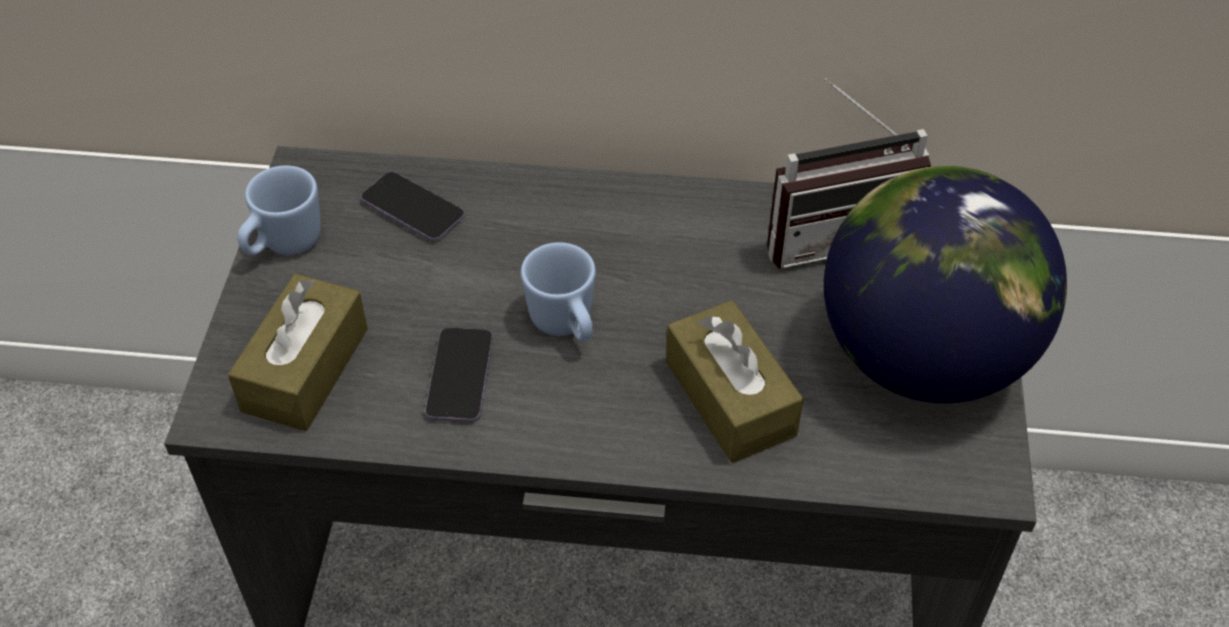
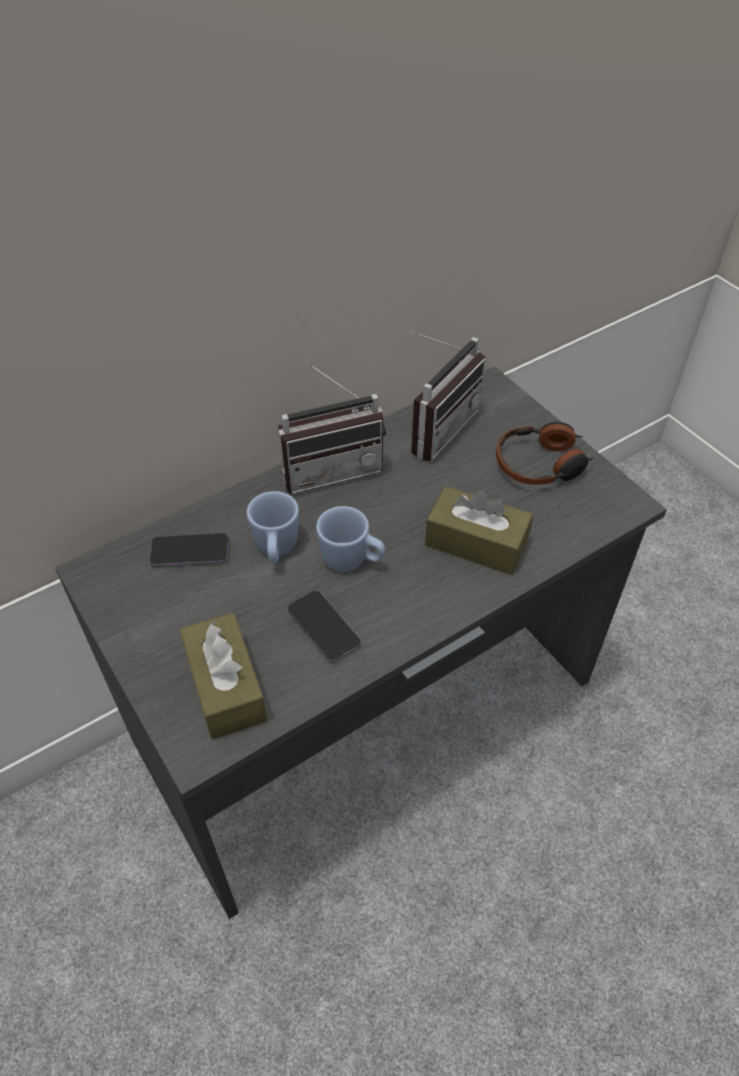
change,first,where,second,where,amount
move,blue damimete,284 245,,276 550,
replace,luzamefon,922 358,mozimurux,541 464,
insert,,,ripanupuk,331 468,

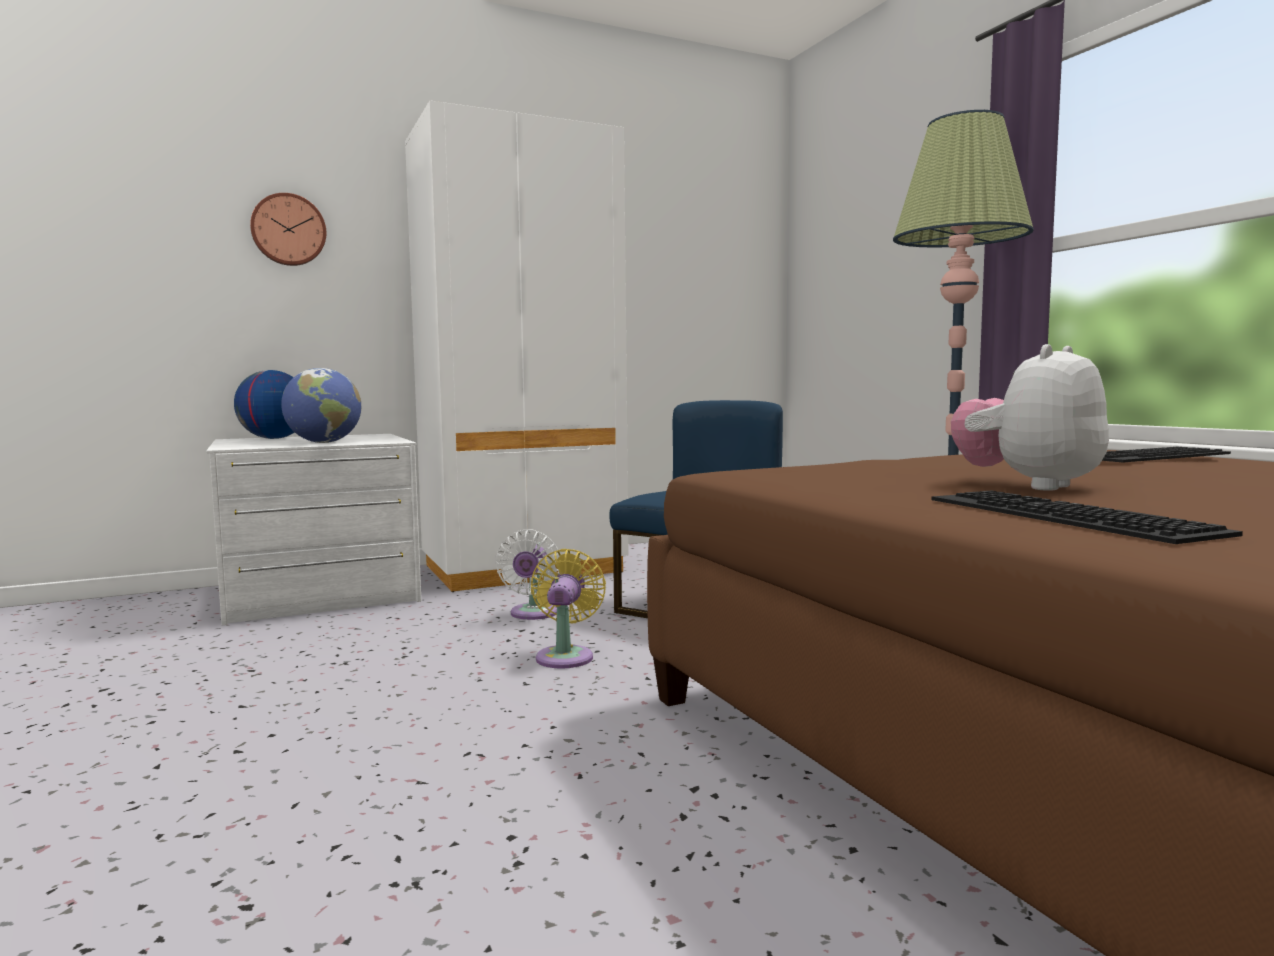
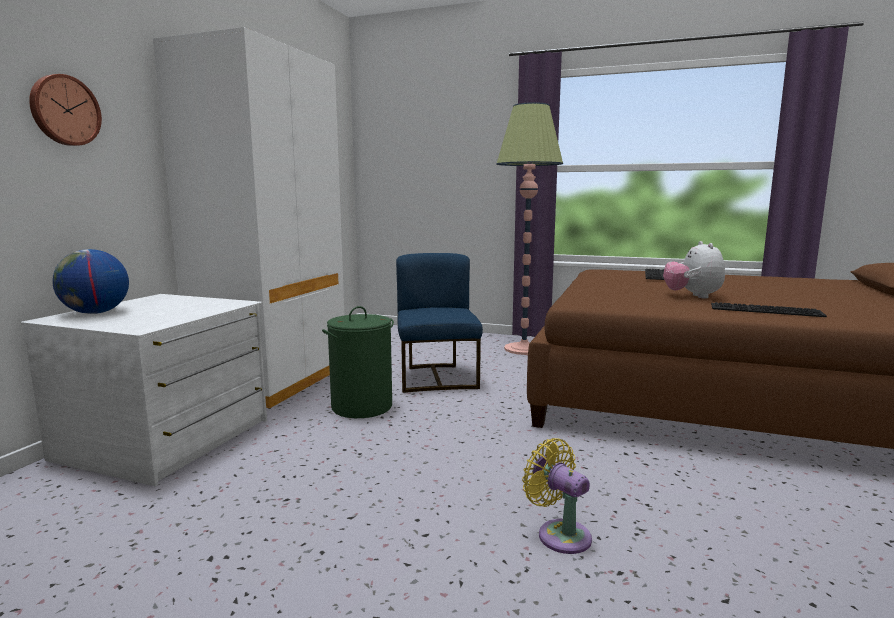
change,first,where,second,where,amount
delete,luzamefon,324 442,,,
replace,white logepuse,533 614,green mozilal,362 406,
move,yellow logepuse,566 656,,560 534,

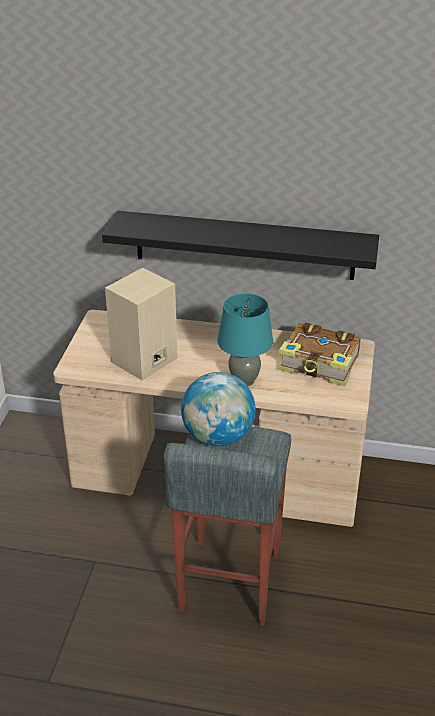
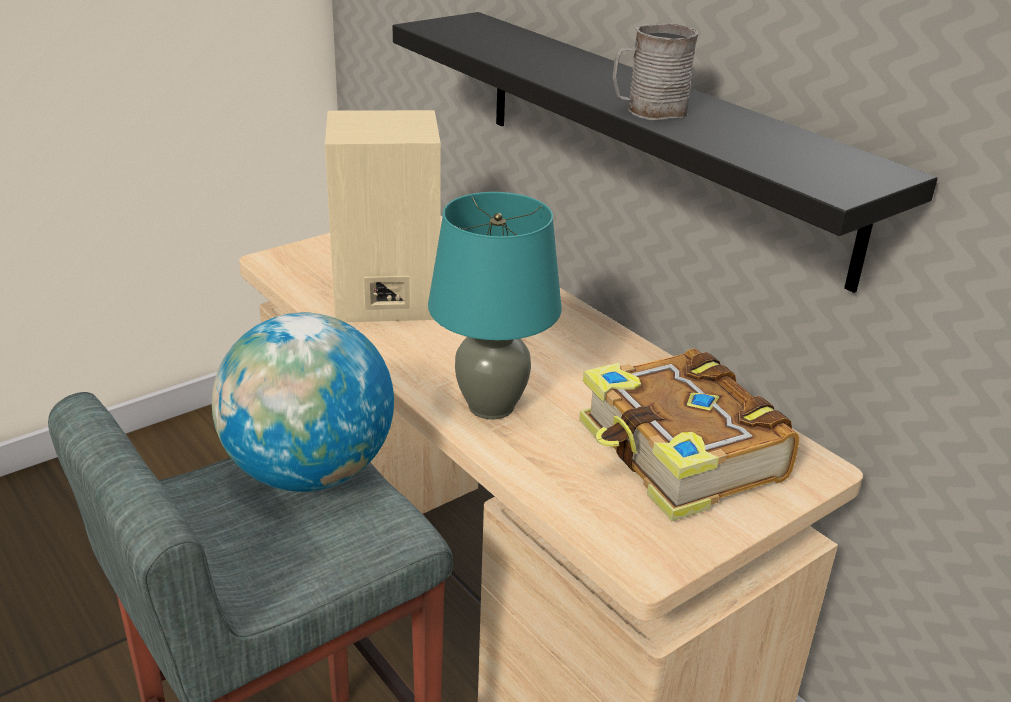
change,first,where,second,where,amount
insert,,,grey damimete,648 111,

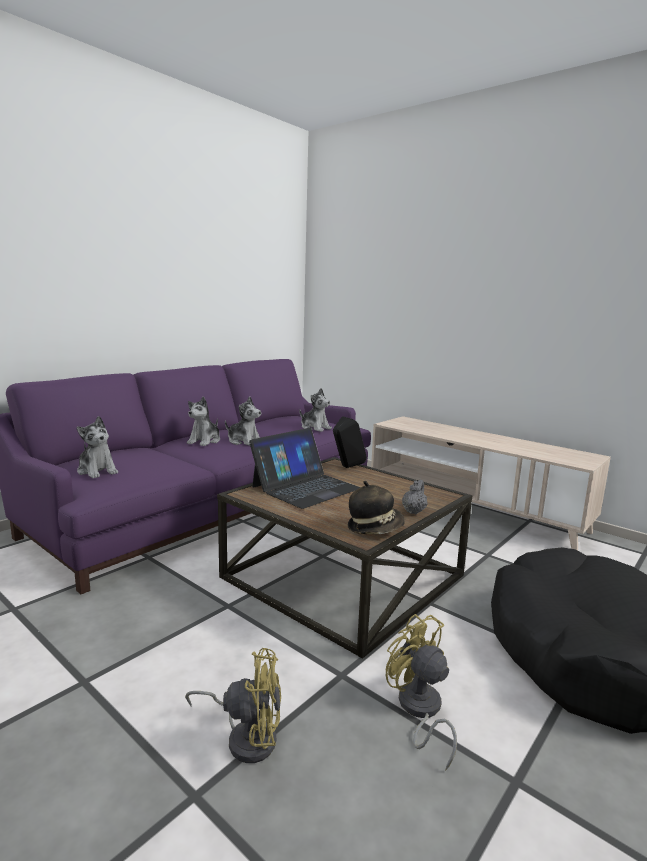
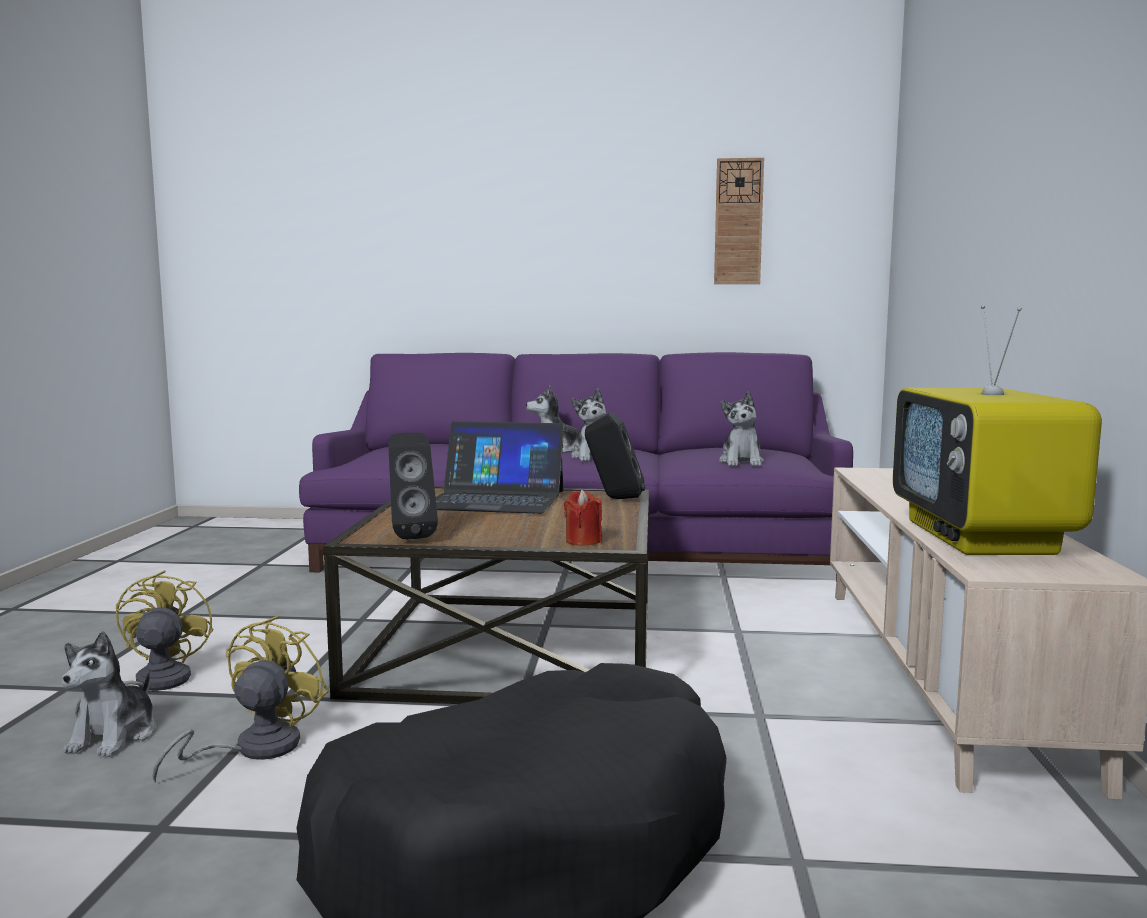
change,first,where,second,where,amount
move,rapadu,97 471,,115 736,
delete,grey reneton,414 511,,,
replace,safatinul,375 528,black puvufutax,411 536,
rotate,yellow logepuse,246 737,,151 684,150 degrees counterclockwise
insert,,,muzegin,738 222,
insert,,,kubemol,982 538,
insert,,,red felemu,583 541,

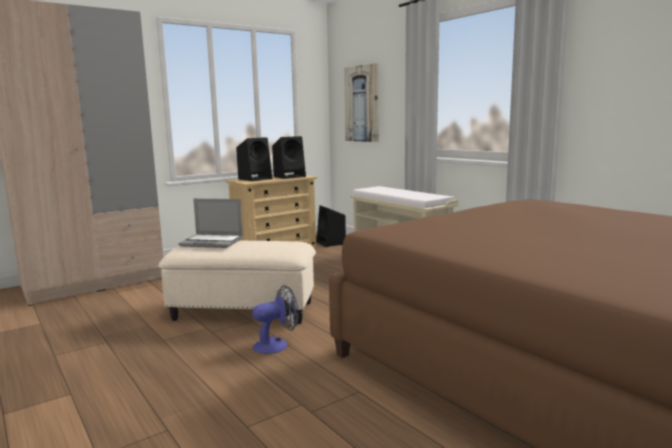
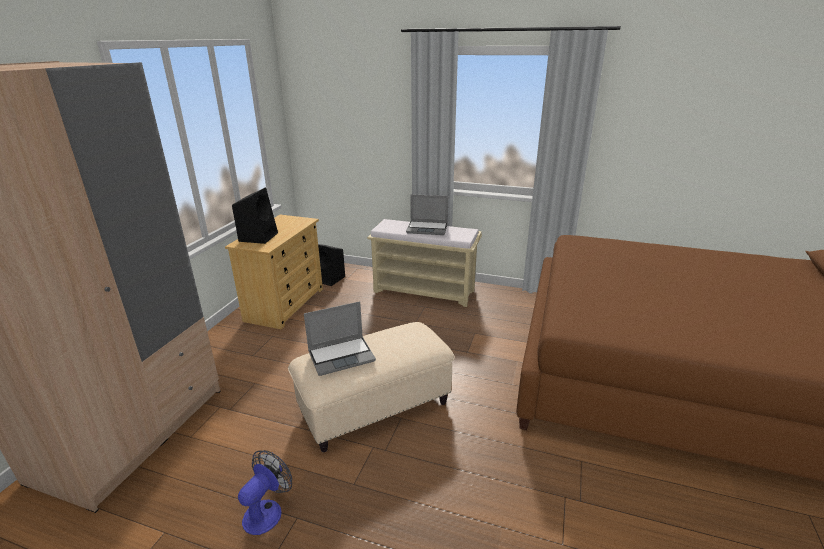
change,first,where,second,where,amount
delete,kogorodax,362 104,,,
delete,black puvufutax,290 176,,,
move,logepuse,276 344,,267 510,
insert,,,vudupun,427 229,

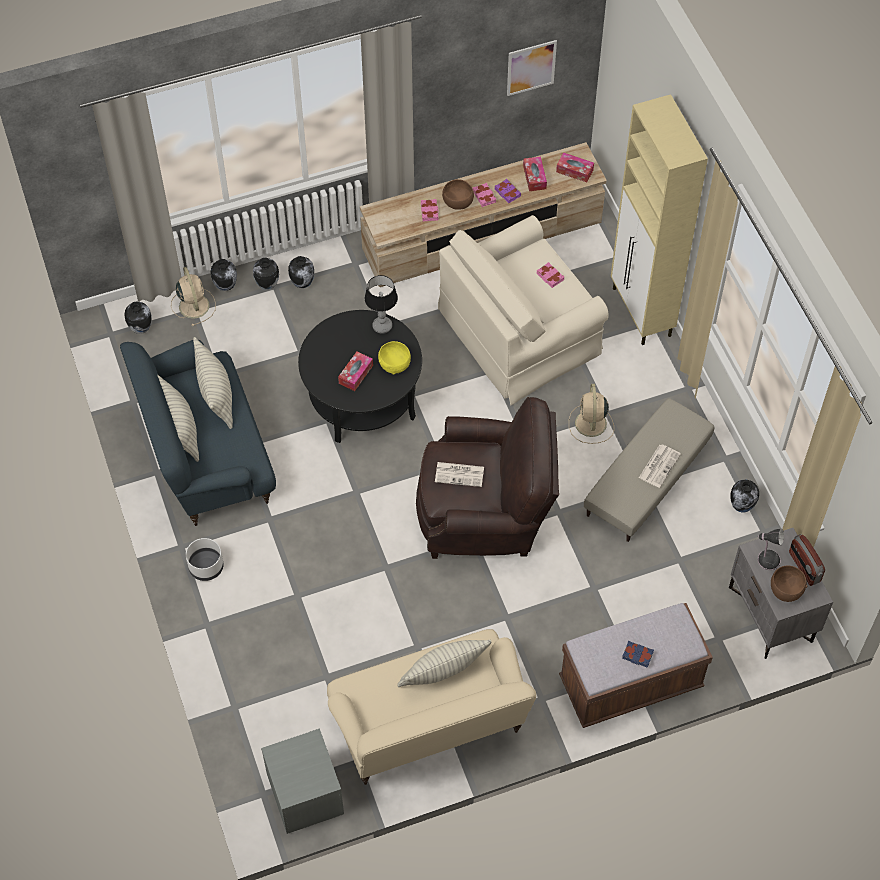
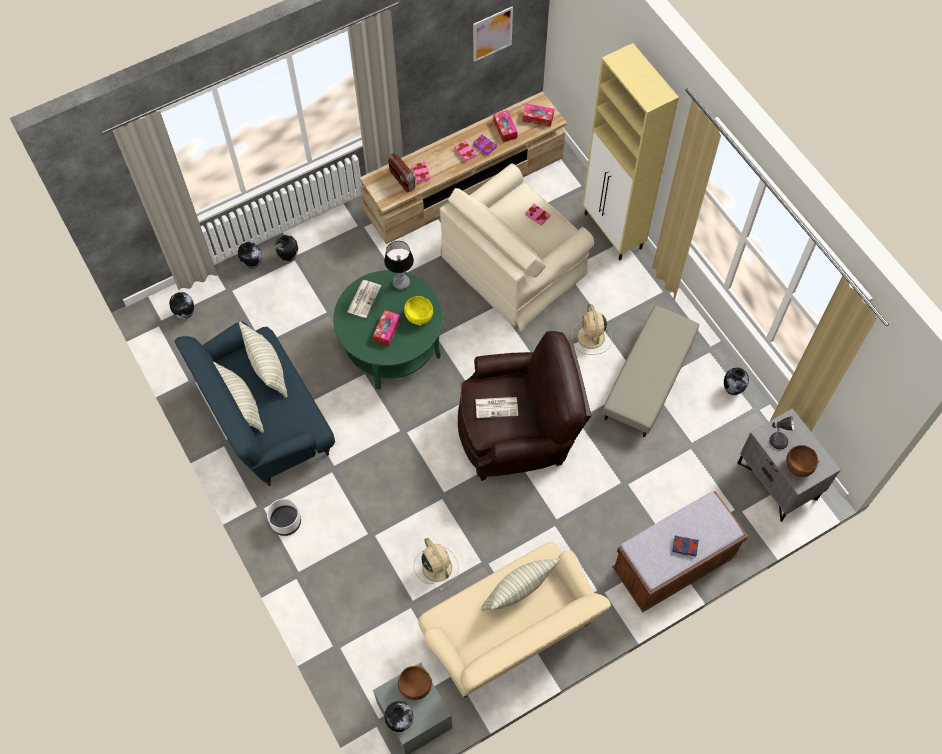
change,first,where,second,where,amount
move,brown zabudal,458 202,,415 686,
move,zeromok,303 283,,400 721,
move,beige logepuse,193 305,,436 566,
recolor,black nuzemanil,362 398,green nuzemanil,391 345,
move,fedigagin,659 465,,364 298,
move,ripanupuk,804 567,,402 180,

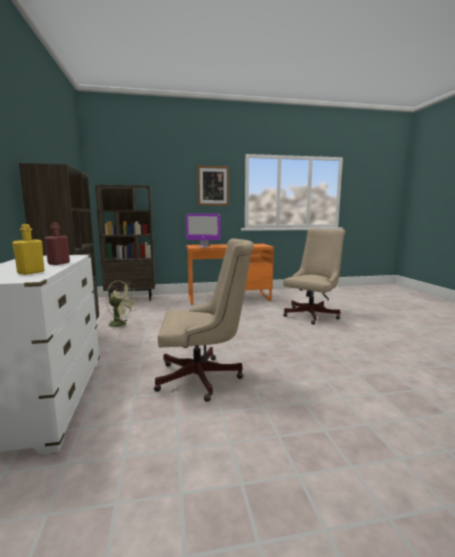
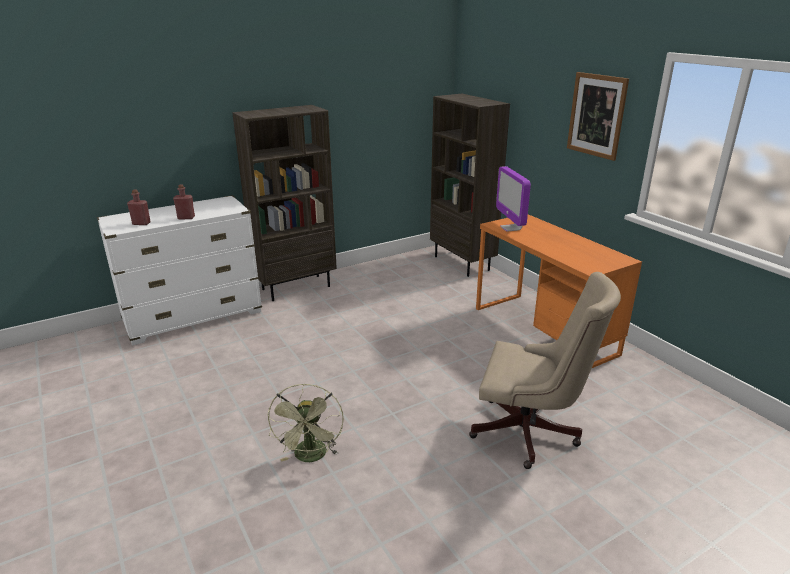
change,first,where,second,where,amount
recolor,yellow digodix,31 272,red digodix,141 223,
delete,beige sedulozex,204 378,,,
move,green logepuse,121 324,,311 457,

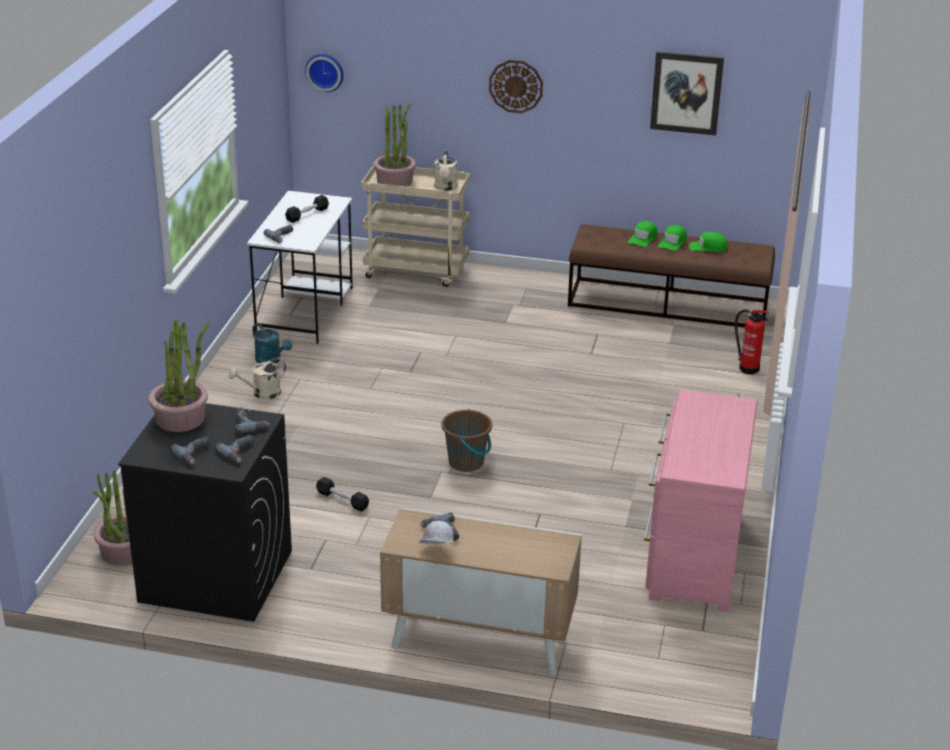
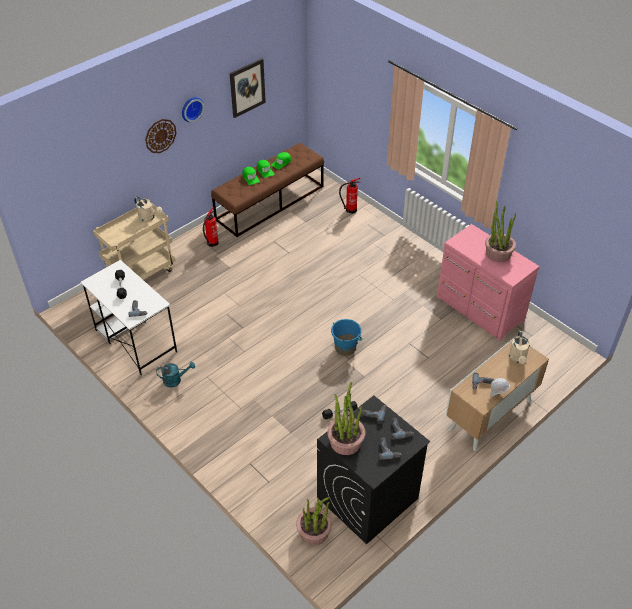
change,first,where,second,where,amount
move,muzegin,325 71,,191 108,
move,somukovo,395 181,,498 253,
move,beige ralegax,262 393,,518 358,
recolor,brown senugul,466 462,blue senugul,345 348,
insert,,,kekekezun,211 243,

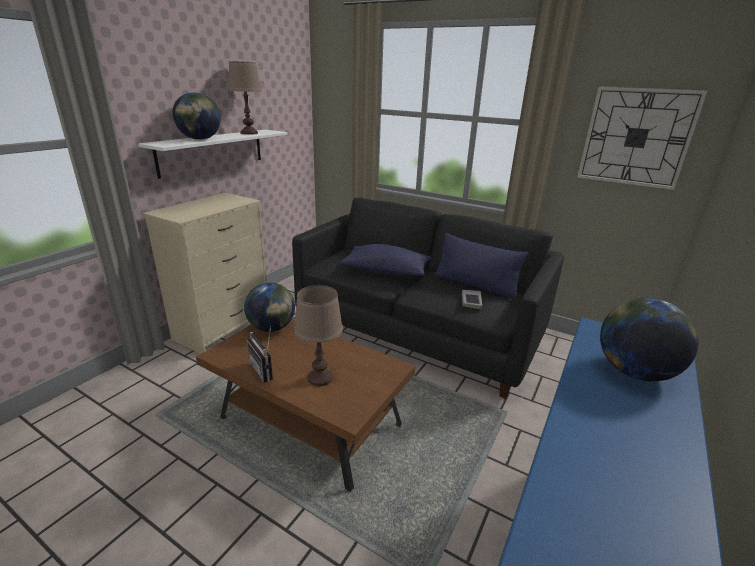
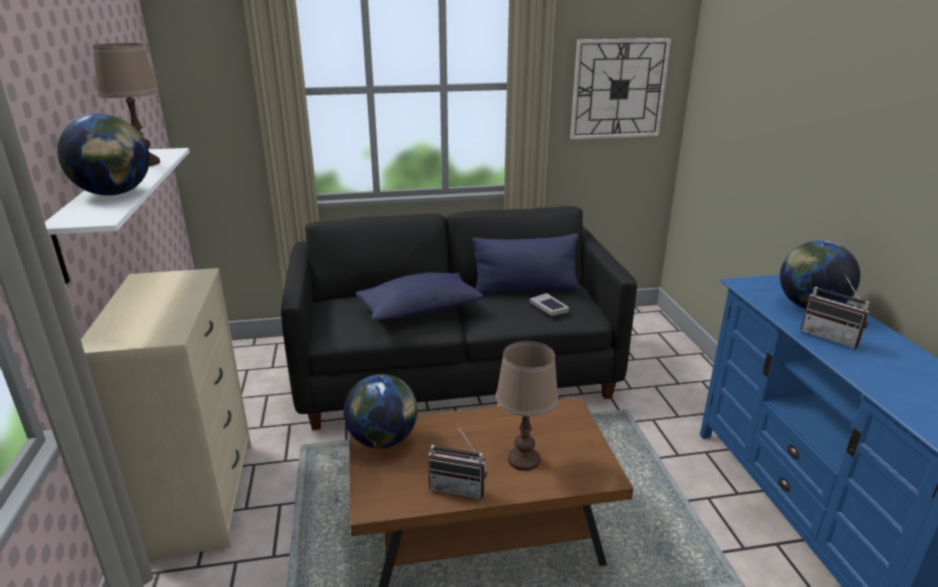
change,first,where,second,where,amount
insert,,,ripanupuk,831 336,

